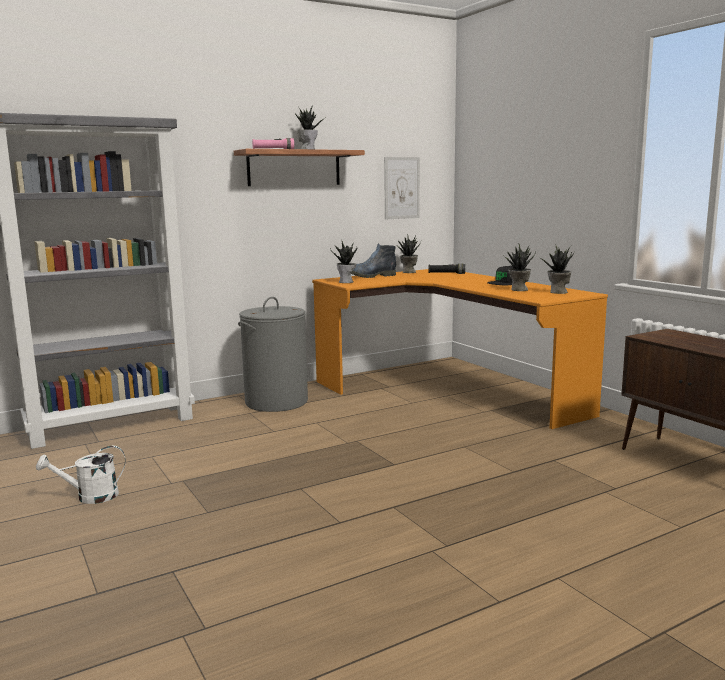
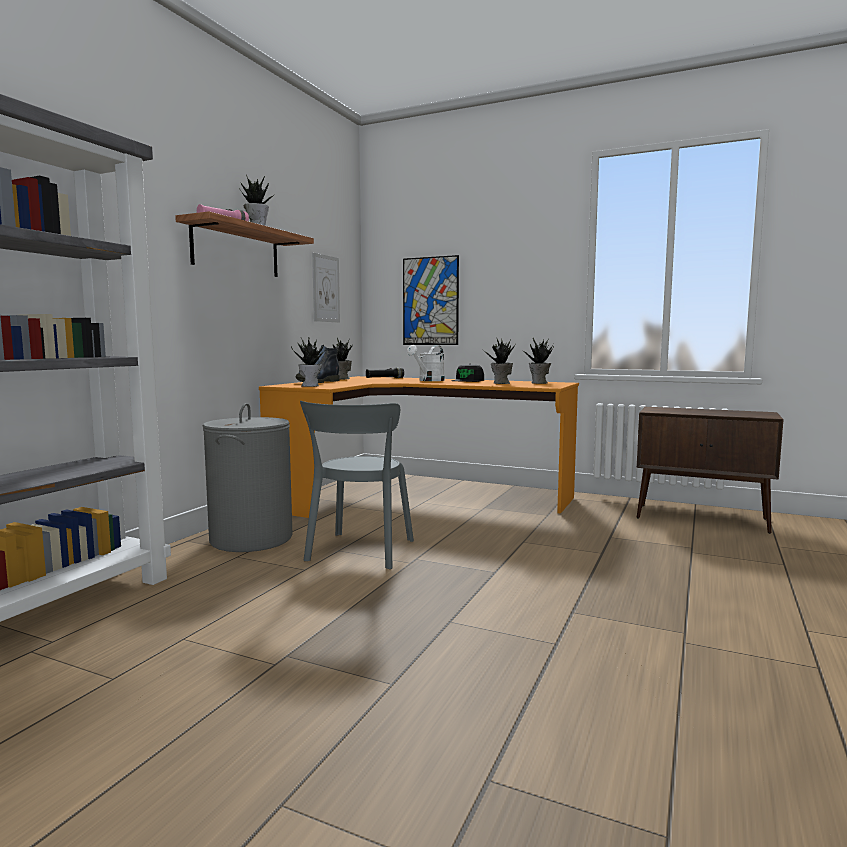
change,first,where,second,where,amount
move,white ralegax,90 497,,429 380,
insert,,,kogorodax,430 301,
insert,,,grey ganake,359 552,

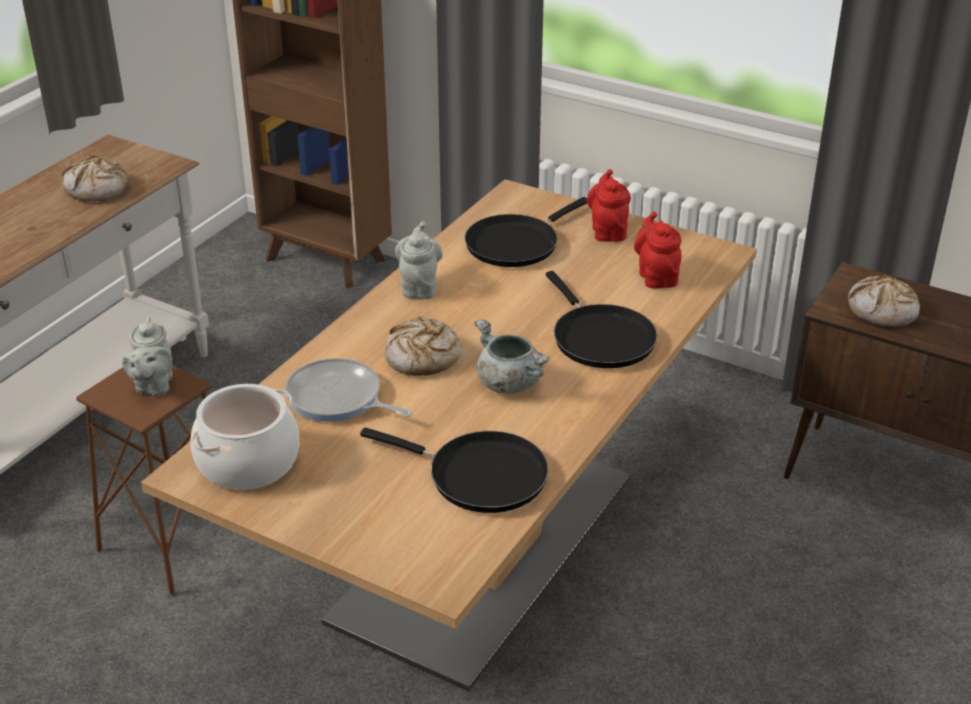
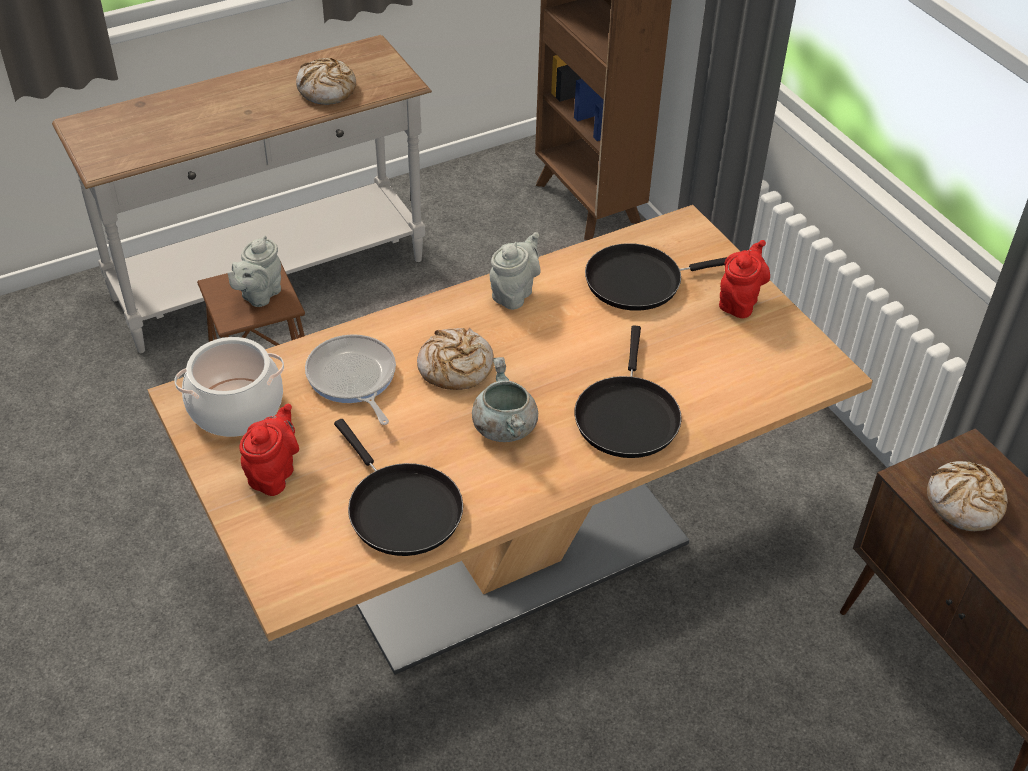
change,first,where,second,where,amount
move,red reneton,656 276,,273 473,

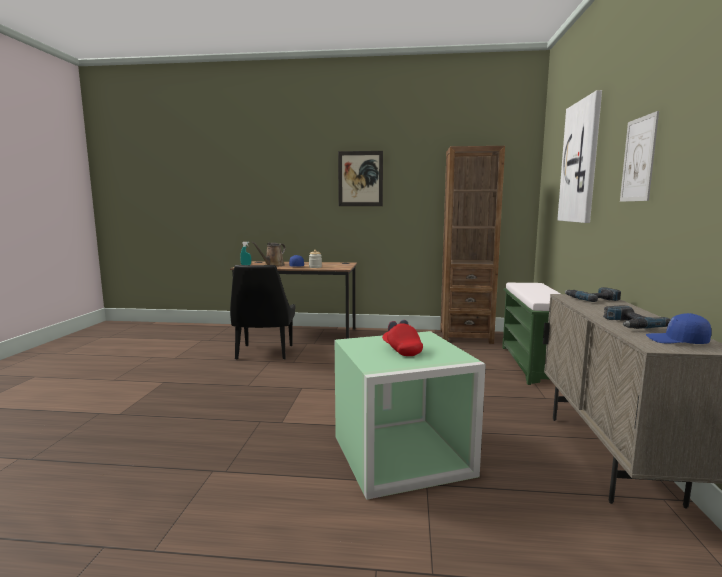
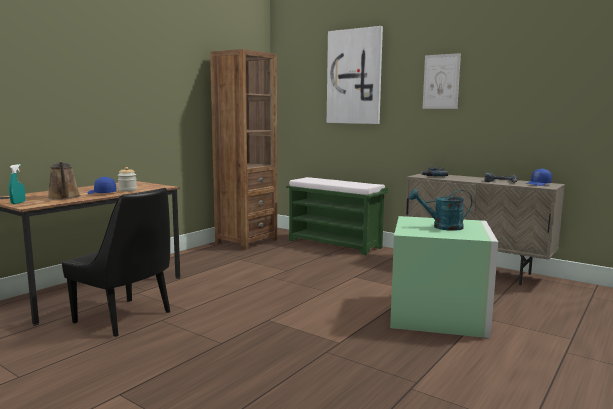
change,first,where,second,where,amount
delete,kogorodax,360 178,,,
replace,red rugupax,402 350,turquoise ralegax,442 227,

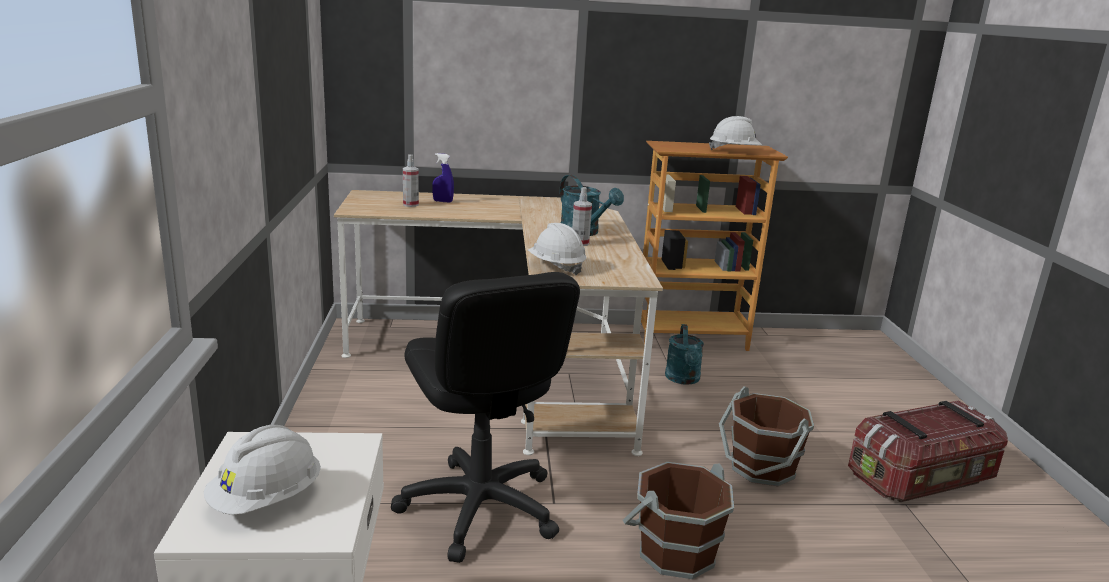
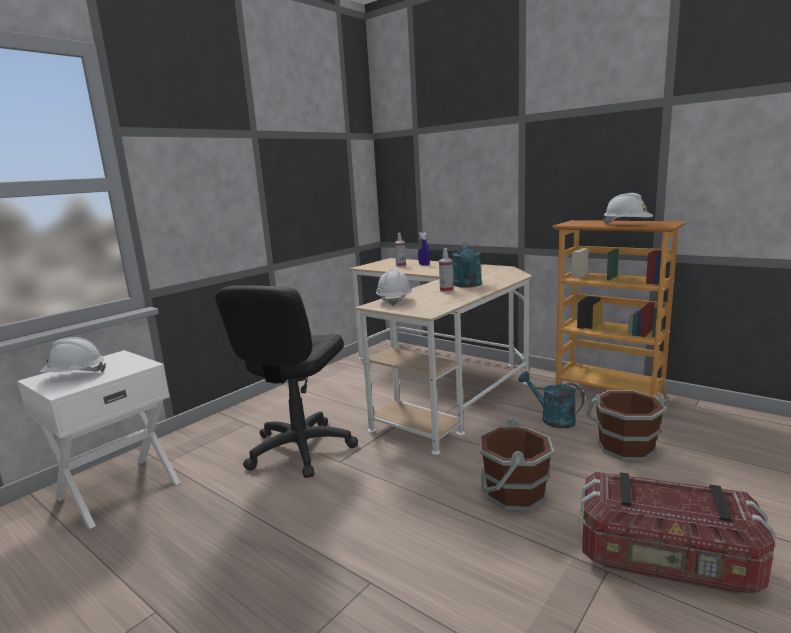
change,first,where,second,where,amount
rotate,turquoise ralegax,683 379,,552 419,90 degrees clockwise
move,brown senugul,675 551,,625 447,

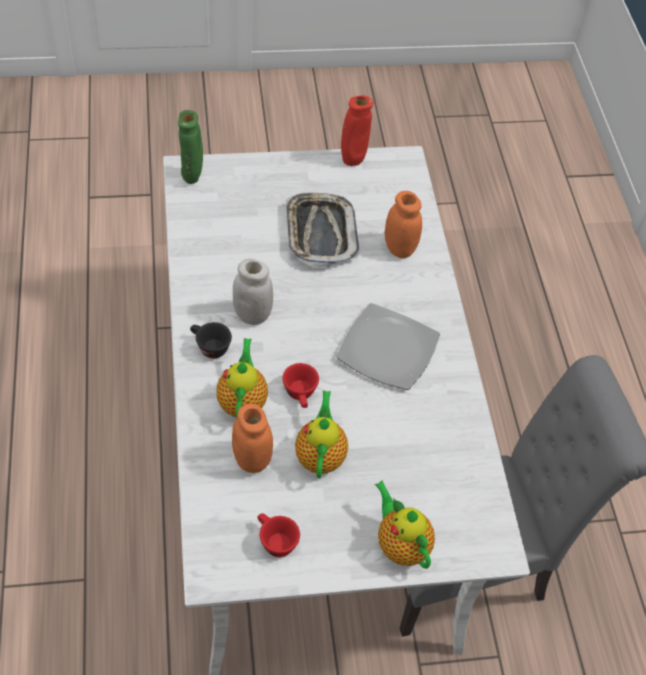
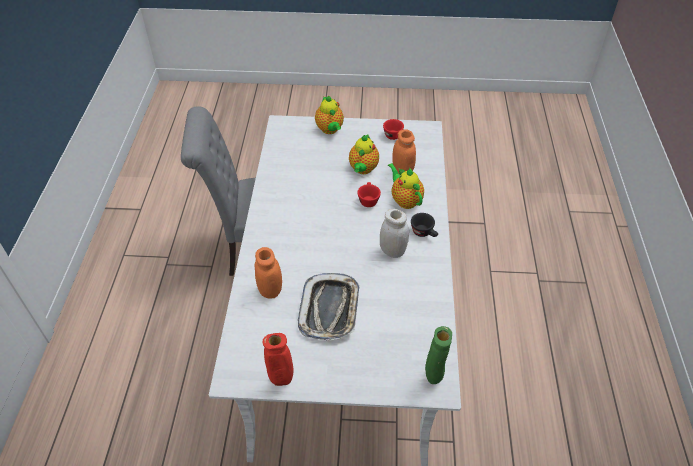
change,first,where,second,where,amount
delete,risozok,386 349,,,
rotate,reneton,242 401,,405 200,135 degrees clockwise

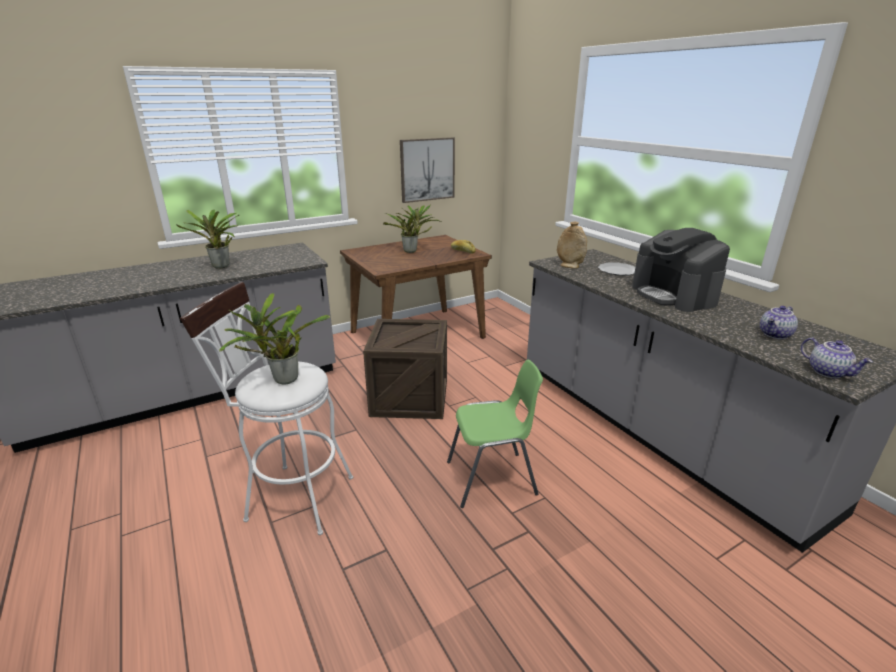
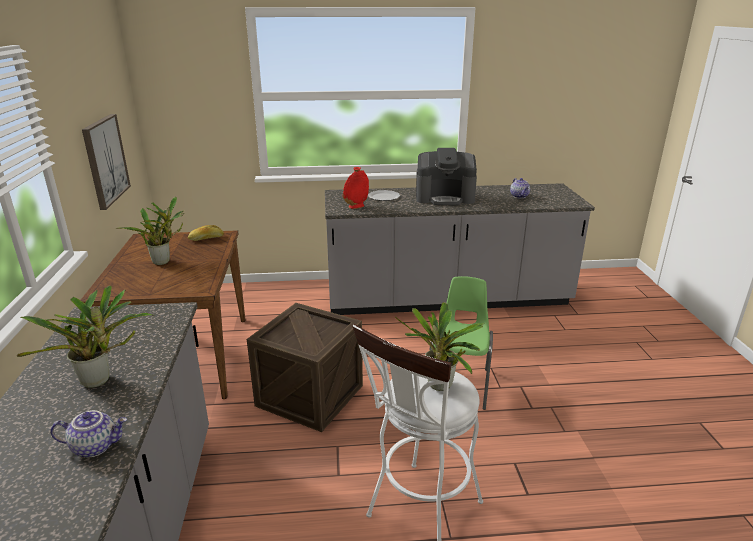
change,first,where,second,where,amount
recolor,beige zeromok,569 266,red zeromok,356 206,
move,reneton,828 372,,96 446,

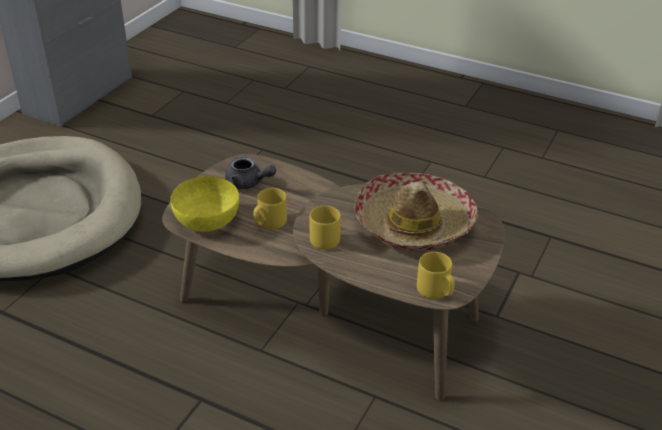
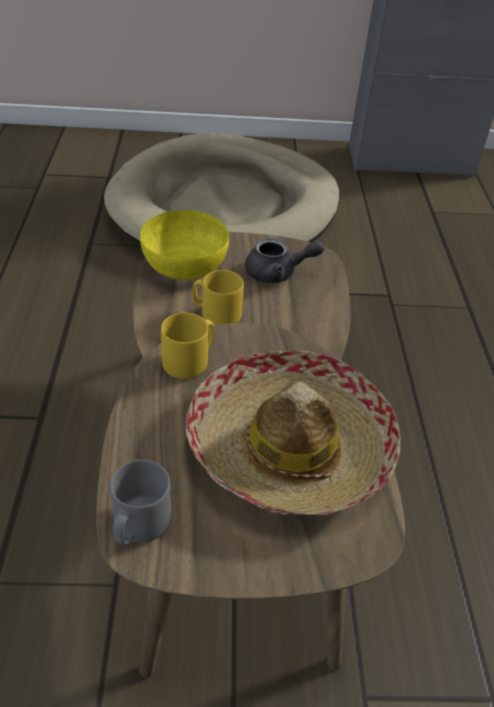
change,first,where,second,where,amount
rotate,grey reneton,248 183,,278 273,90 degrees counterclockwise
recolor,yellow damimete,435 291,grey damimete,138 525,

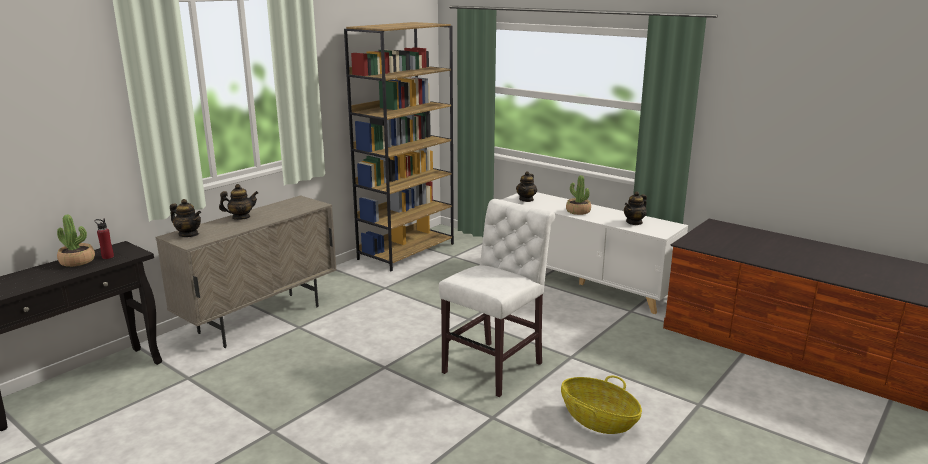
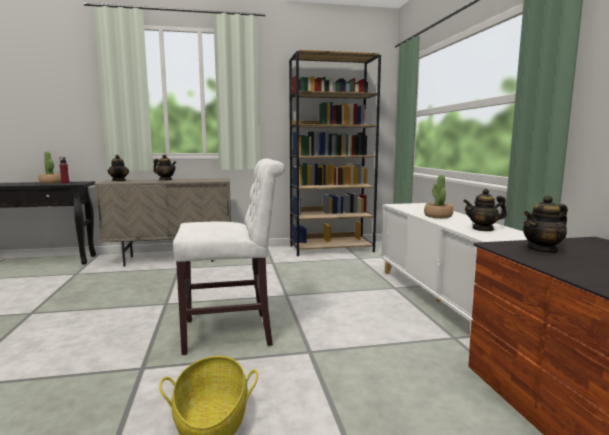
change,first,where,second,where,amount
move,reneton,526 199,,543 250,

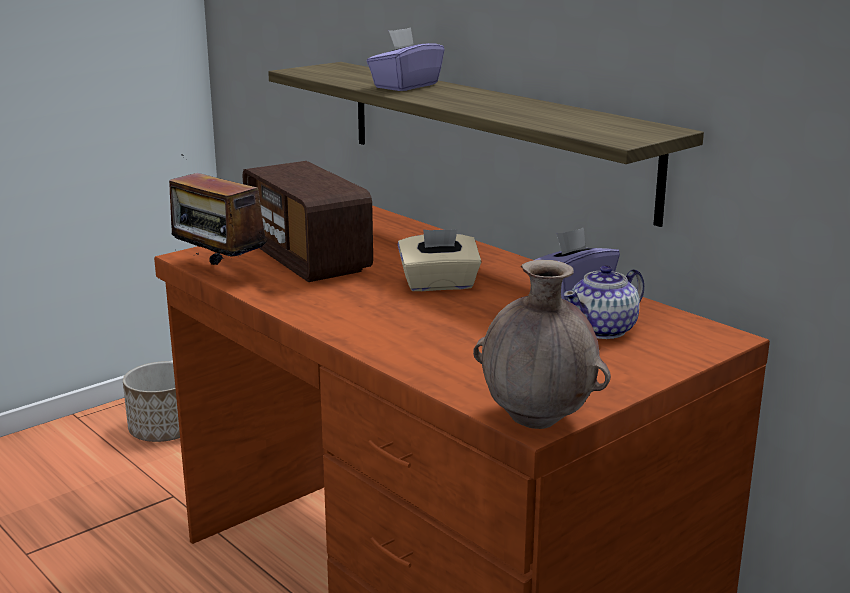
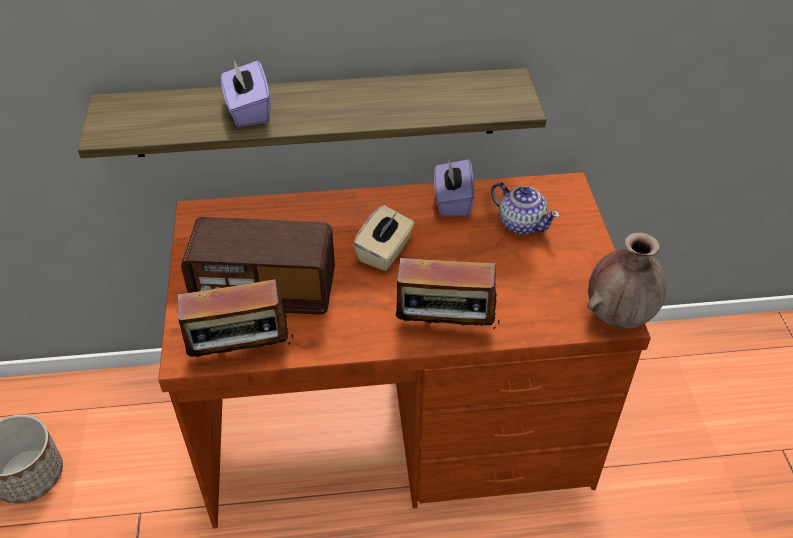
change,first,where,second,where,amount
rotate,reneton,603 330,,521 223,45 degrees counterclockwise
insert,,,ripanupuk,445 328,

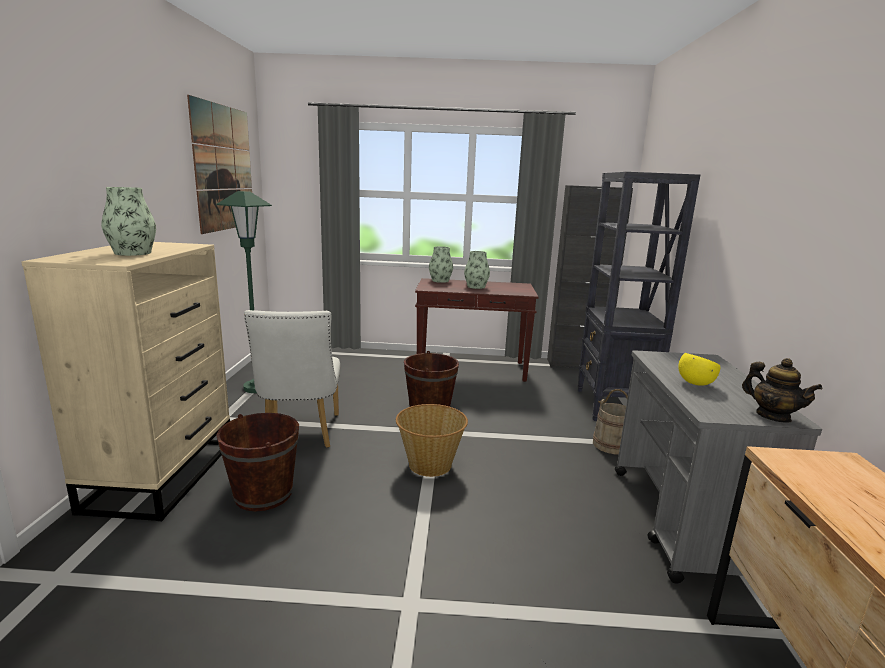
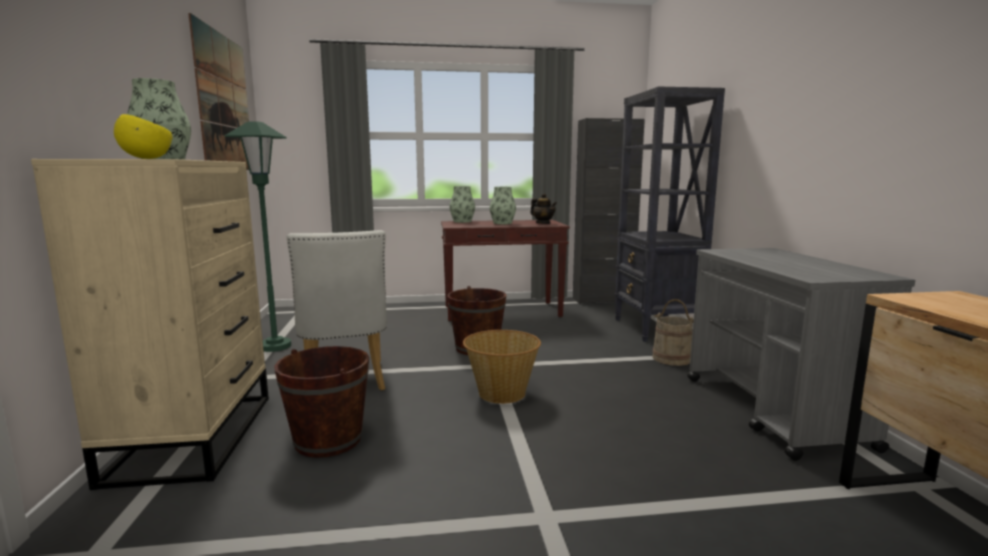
change,first,where,second,where,amount
move,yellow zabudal,695 384,,145 158,
move,reneton,773 416,,543 223,

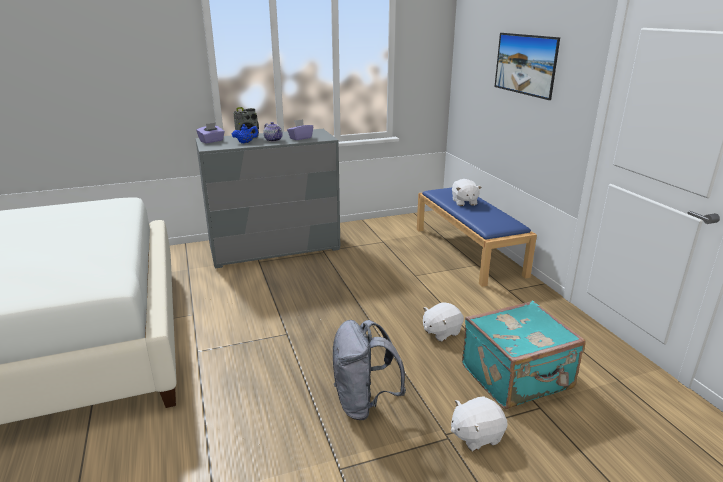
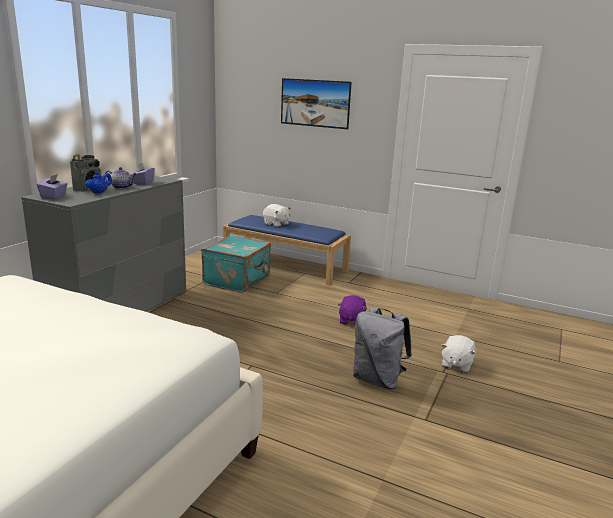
change,first,where,second,where,amount
move,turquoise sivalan,517 378,,238 280,
recolor,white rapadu,441 332,purple rapadu,351 320,

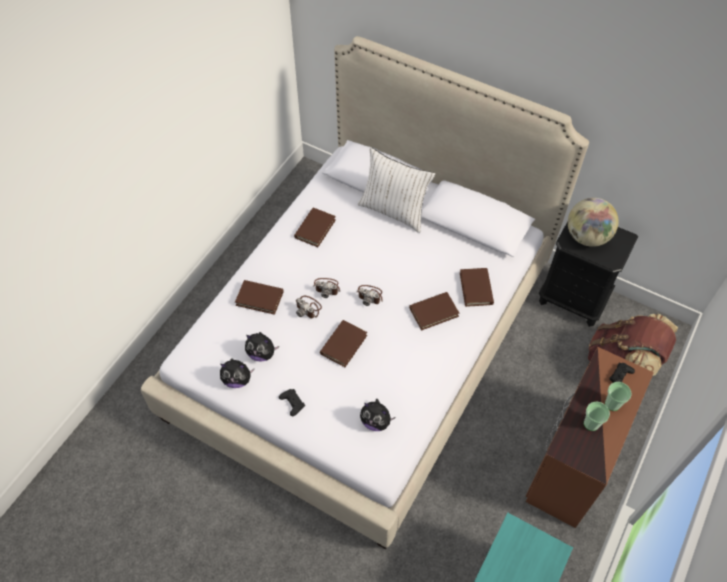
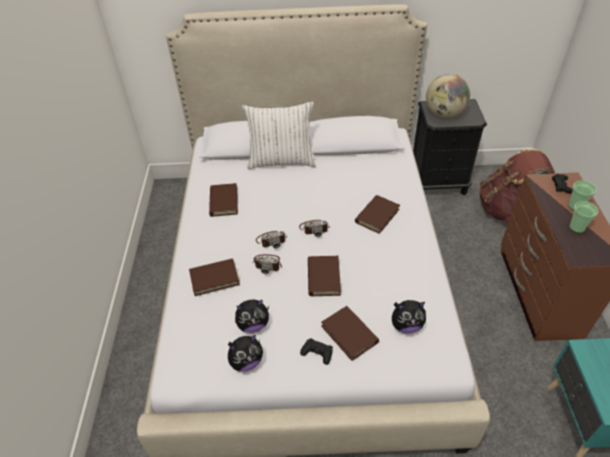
change,first,where,second,where,amount
move,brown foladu,476 288,,349 334,

